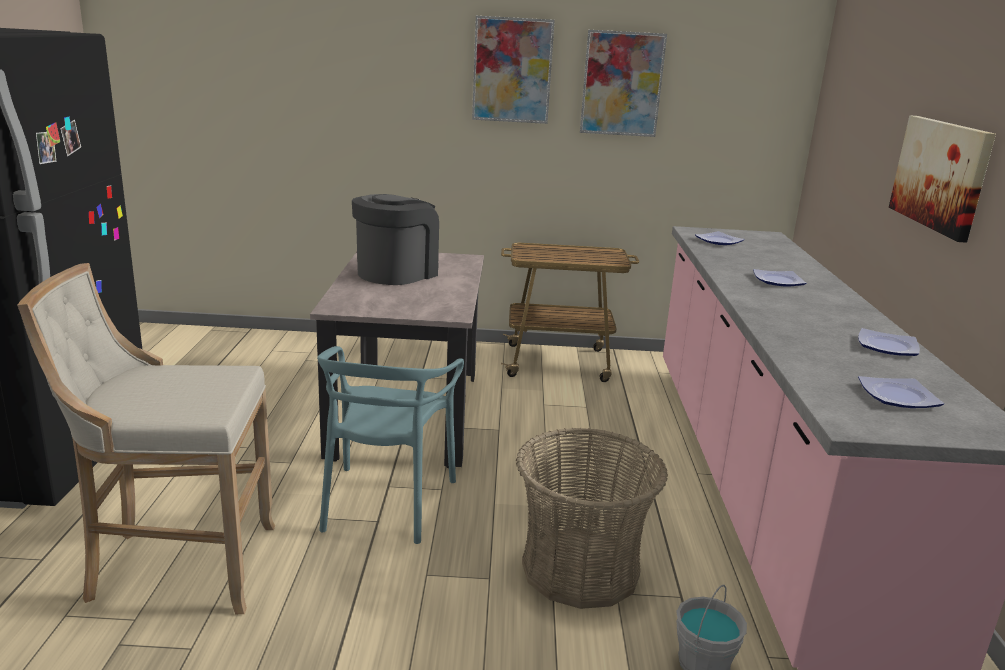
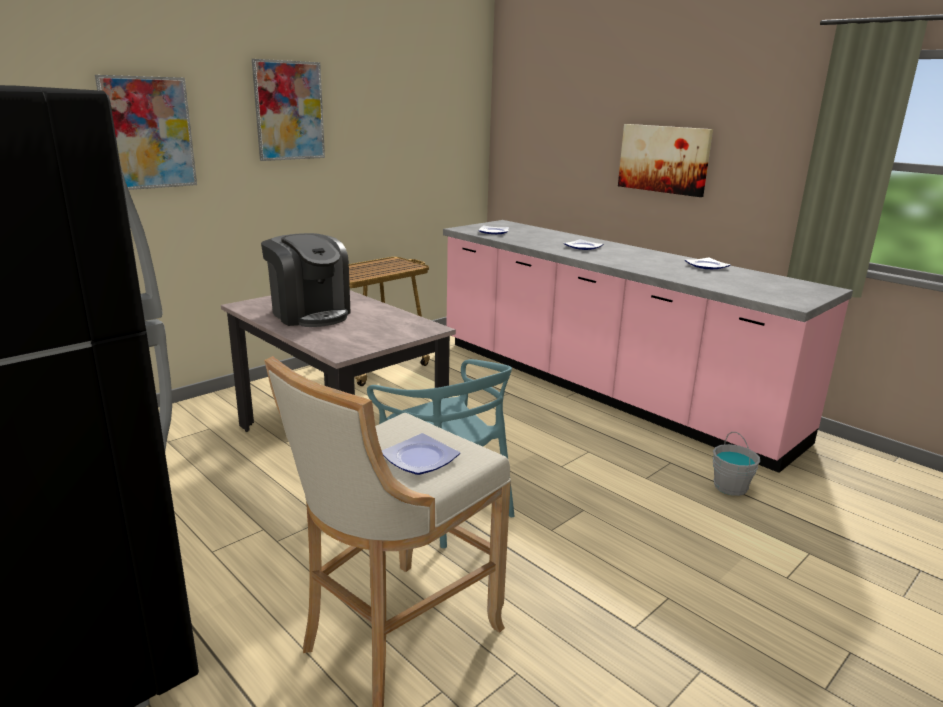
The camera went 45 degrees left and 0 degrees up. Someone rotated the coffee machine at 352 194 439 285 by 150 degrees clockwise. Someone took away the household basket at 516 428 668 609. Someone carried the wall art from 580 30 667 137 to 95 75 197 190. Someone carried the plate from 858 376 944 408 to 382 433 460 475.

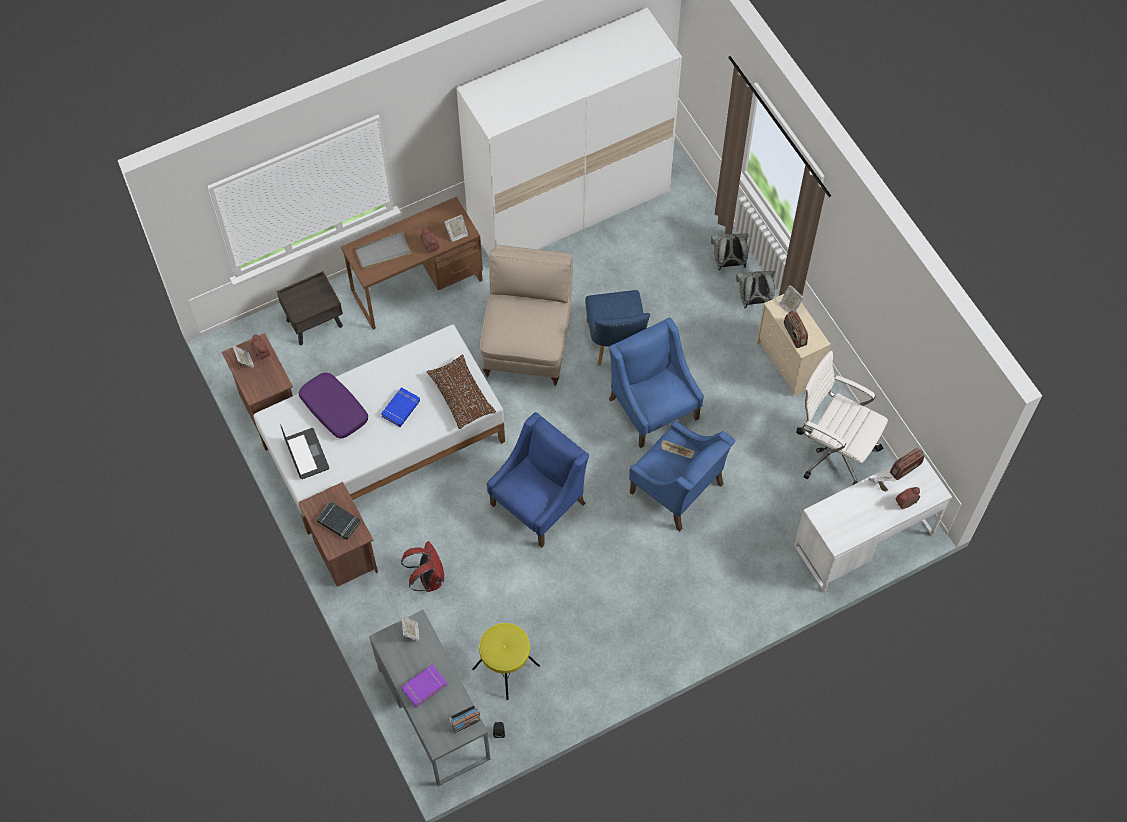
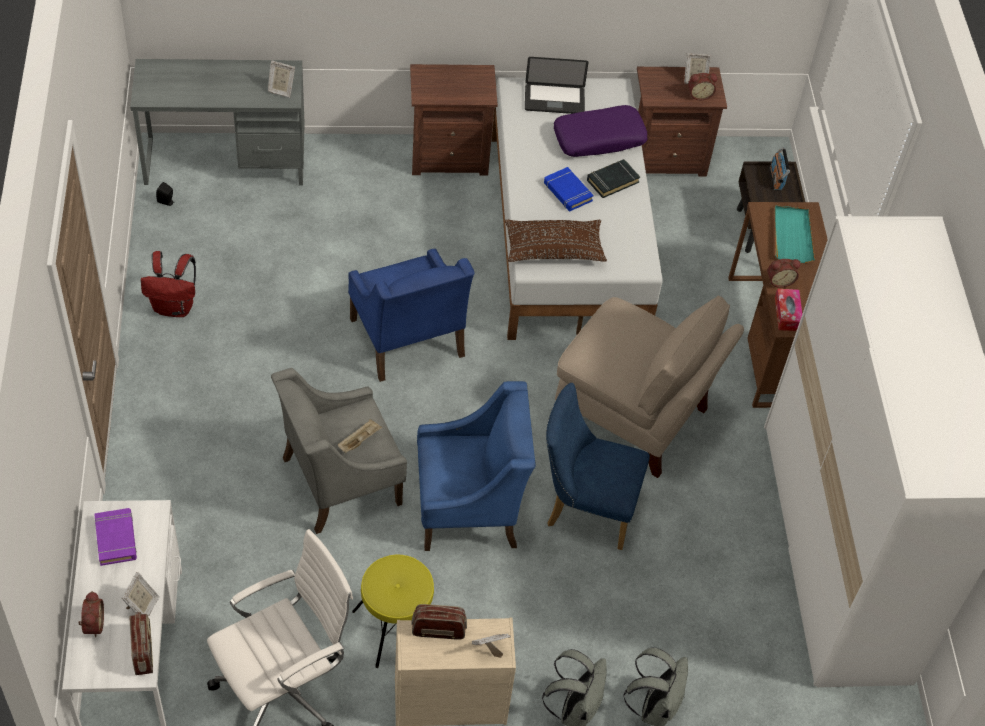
The camera went 110 degrees right and 10 degrees down. Someone carried the blackish volume from 317 501 361 540 to 587 159 640 198. Someone repainted the grey carrying tray at 355 230 412 269, which became the turquoise-coloured carrying tray at 774 206 815 263. Someone carried the reddish knapsack from 401 541 444 592 to 141 251 196 317. Someone carried the purple volume from 401 665 447 708 to 94 508 137 566. Someone swapped the photo frame at 444 214 468 242 for the box of tissues at 775 289 802 331. Someone carried the radio from 449 705 480 733 to 770 147 790 191. Someone carried the yellowish sitting stool from 472 623 540 700 to 352 555 434 668. Someone repainted the bluish easy chair at 629 421 735 532, which became the grey easy chair at 271 368 407 534.

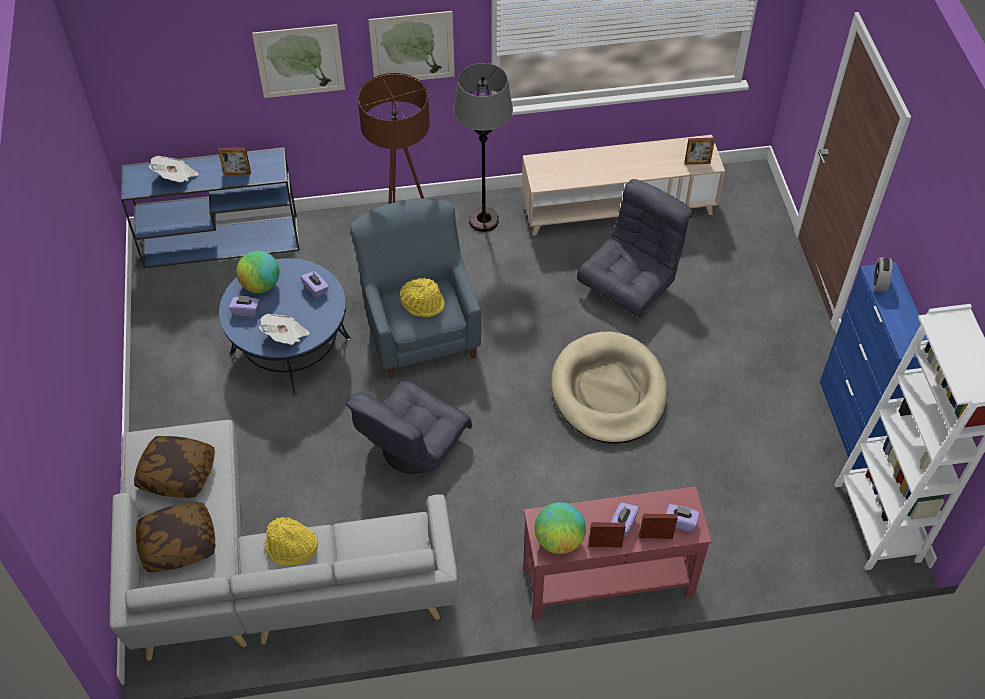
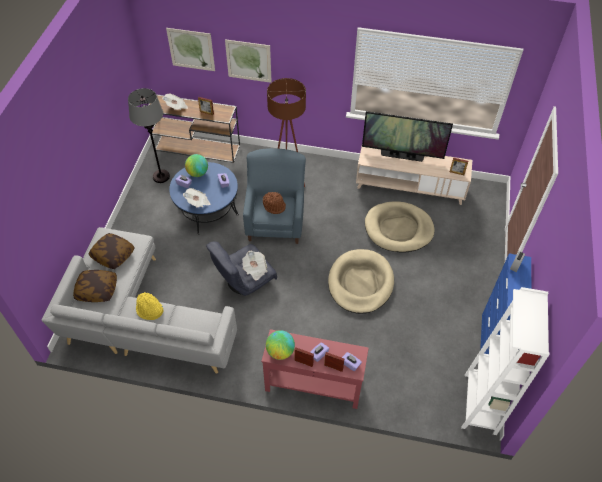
The camera went 20 degrees right and 0 degrees up. Someone repainted the bluish console table at 121 147 300 268, which became the brown-coloured console table at 148 94 240 163. Someone carried the wall art from 368 11 455 80 to 166 28 215 71. Someone repainted the yellowish wearable hat at 400 278 445 317, which became the brown-coloured wearable hat at 263 192 286 214. Someone carried the grey standard lamp from 453 63 513 232 to 128 88 170 183. Someone swapped the grey easy chair at 577 179 693 317 for the beige dog bed at 365 202 435 253. Someone put down the printed paper at 242 250 268 280. Someone put down the TV at 362 111 453 162.

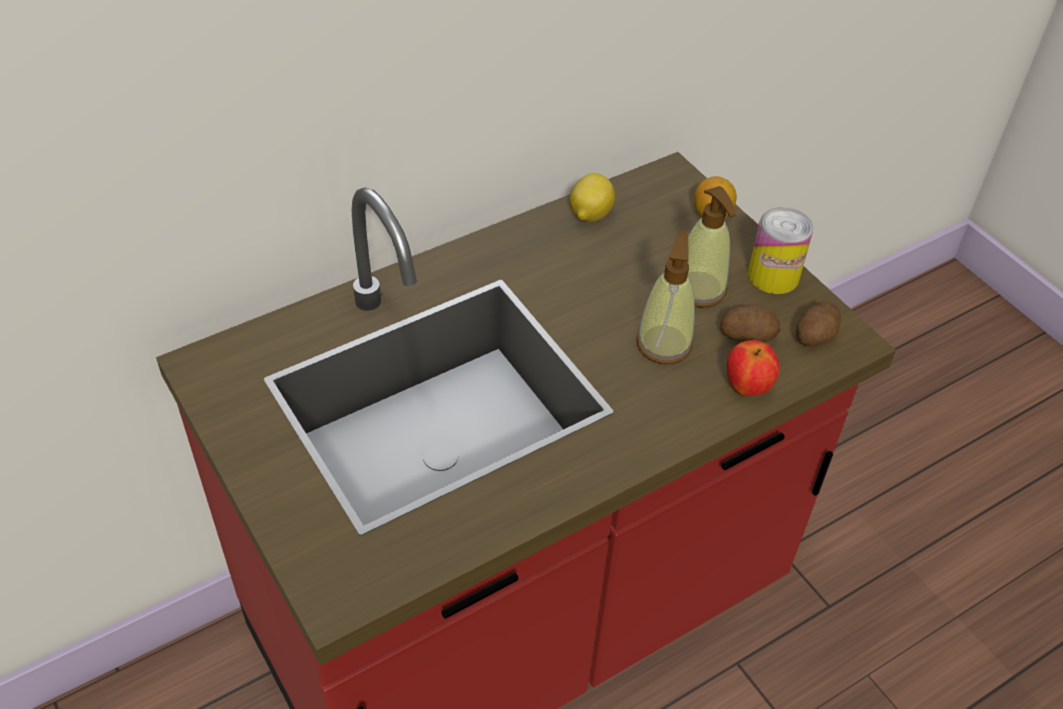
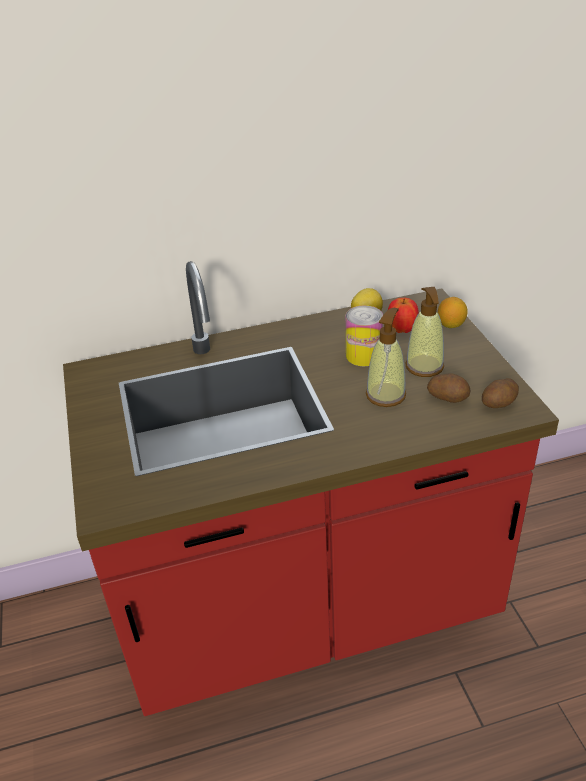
The camera went 20 degrees right and 10 degrees down. Someone carried the whole apple from 727 340 779 396 to 388 298 419 333. Someone carried the sealed can from 748 207 813 294 to 346 305 383 366.

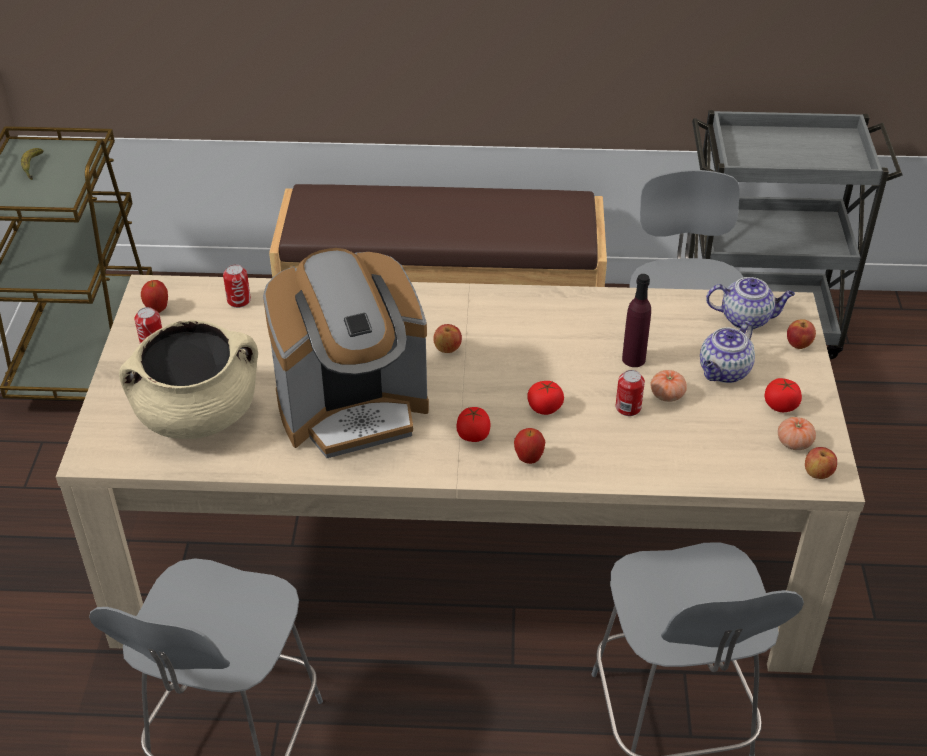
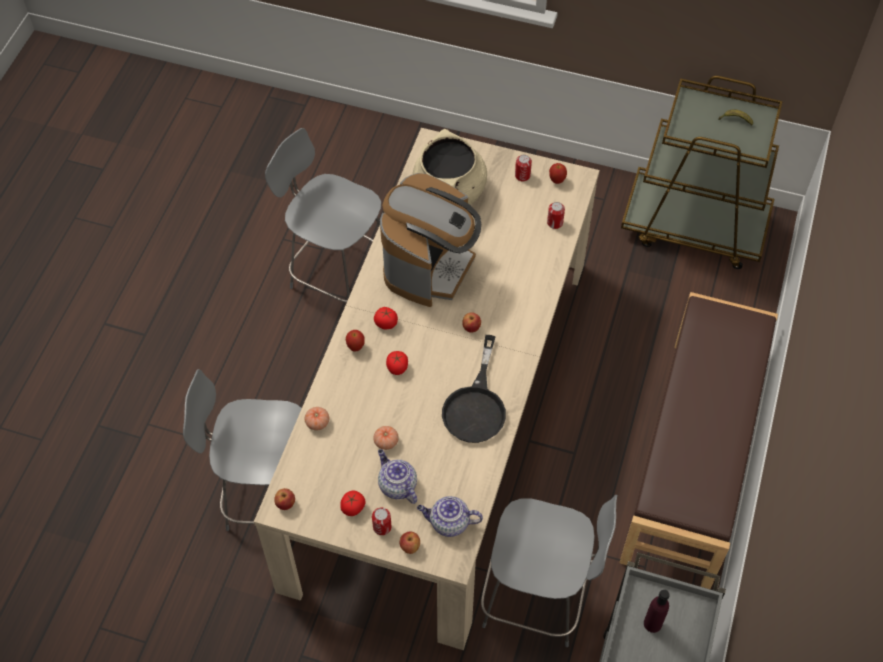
The camera went 105 degrees right and 15 degrees up. Someone rotated the coffee machine at 263 248 429 458 by 150 degrees counterclockwise. Someone carried the sealed can from 616 370 645 416 to 372 508 392 535. Someone carried the purple drink bottle from 622 274 651 367 to 644 590 670 633. Someone rotated the tea pot at 706 277 795 329 by 75 degrees clockwise. Someone carried the fresh tomato from 778 417 816 450 to 304 407 330 431. Someone put down the blackish frying pan at 442 335 506 443.

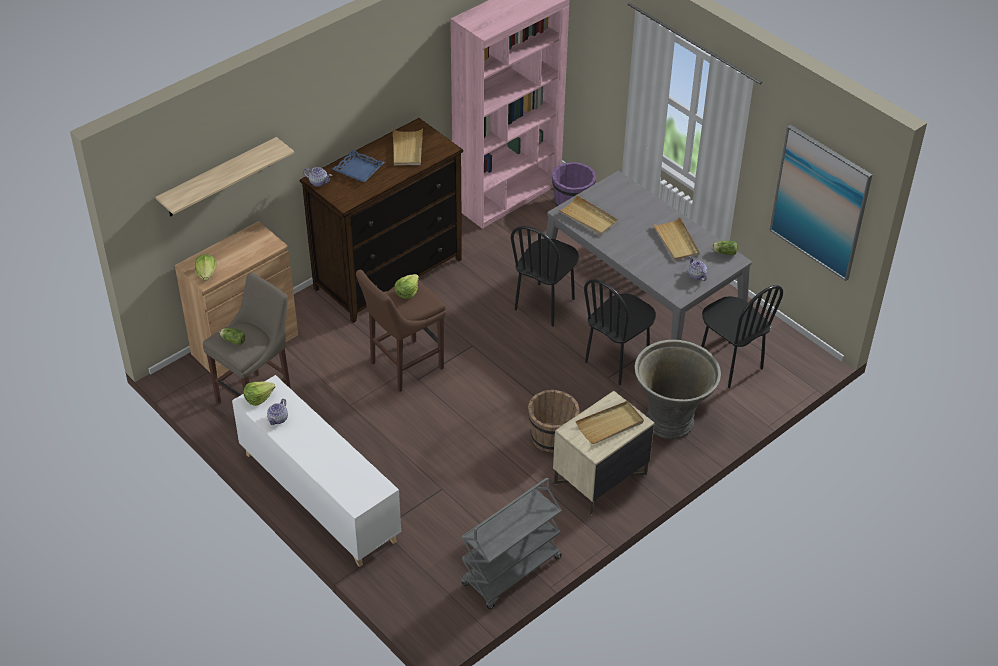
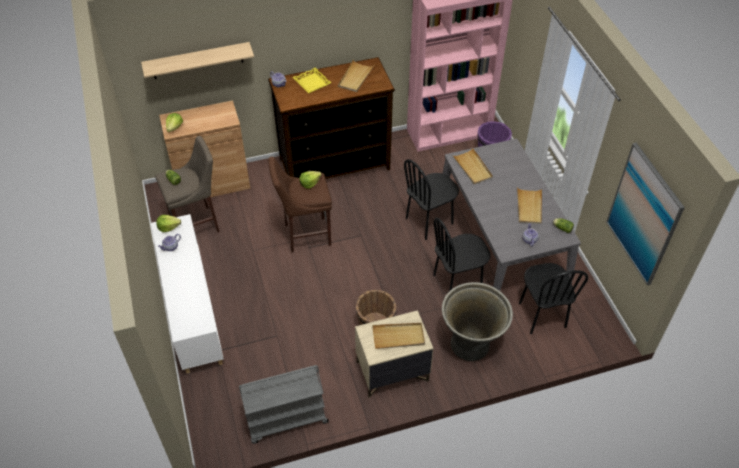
The camera went 25 degrees right and 5 degrees up. Someone repainted the bluish carrying tray at 333 150 385 182, which became the yellowish carrying tray at 293 67 331 93.

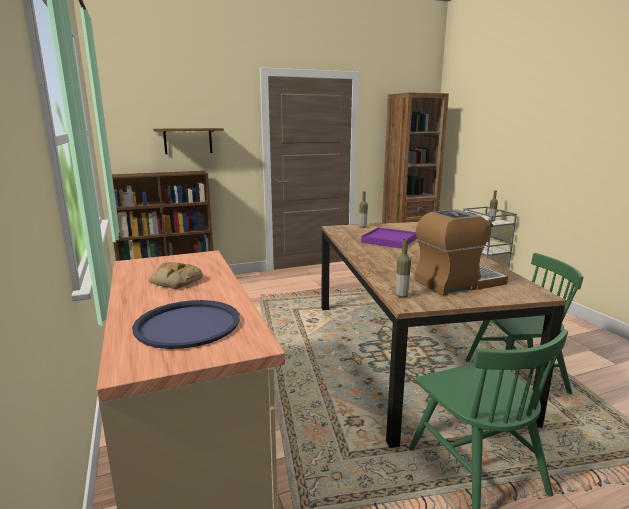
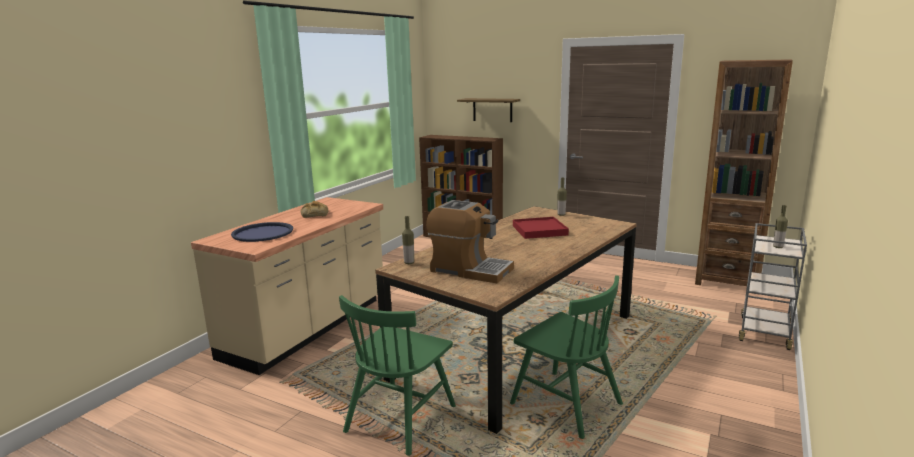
The camera went 50 degrees right and 0 degrees up. Someone repainted the purple carrying tray at 361 227 417 249, which became the reddish carrying tray at 513 217 569 239.

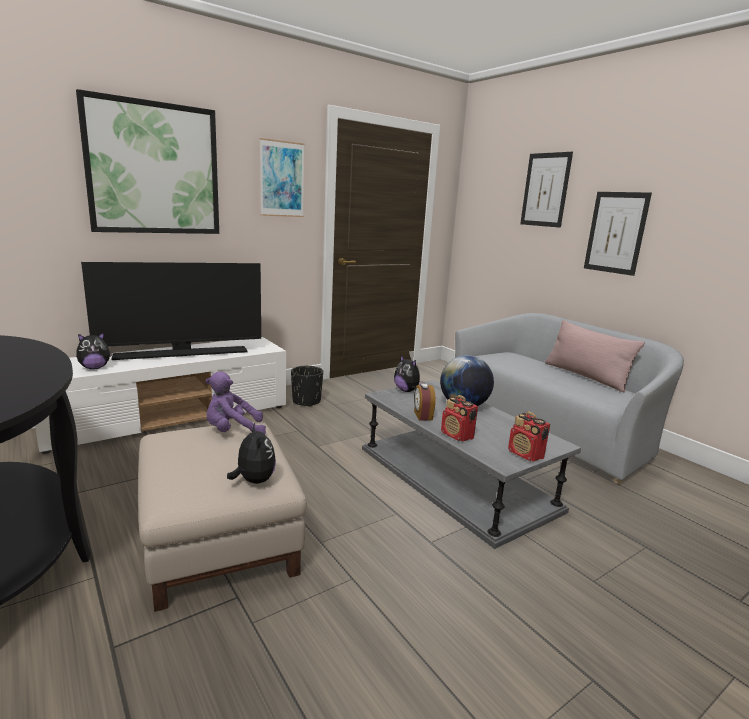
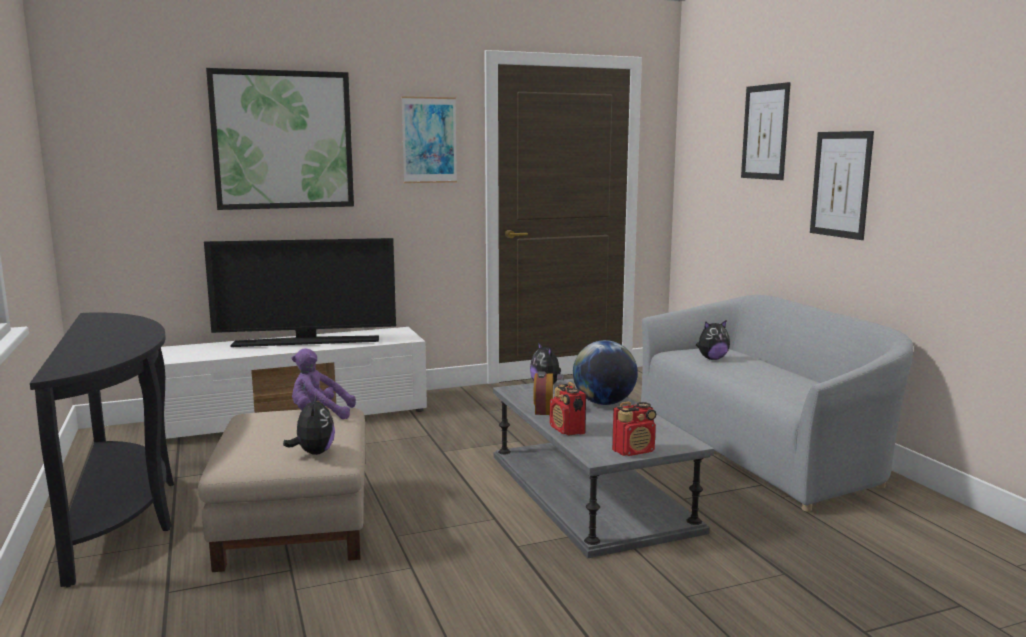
The camera went 15 degrees right and 5 degrees down. Someone carried the soft toy from 76 332 112 369 to 696 320 730 360. Someone took away the blackish planter at 291 366 323 407. Someone rotated the radio at 508 411 550 462 by 90 degrees counterclockwise. Someone took away the pink-coloured throw pillow at 545 320 645 392.

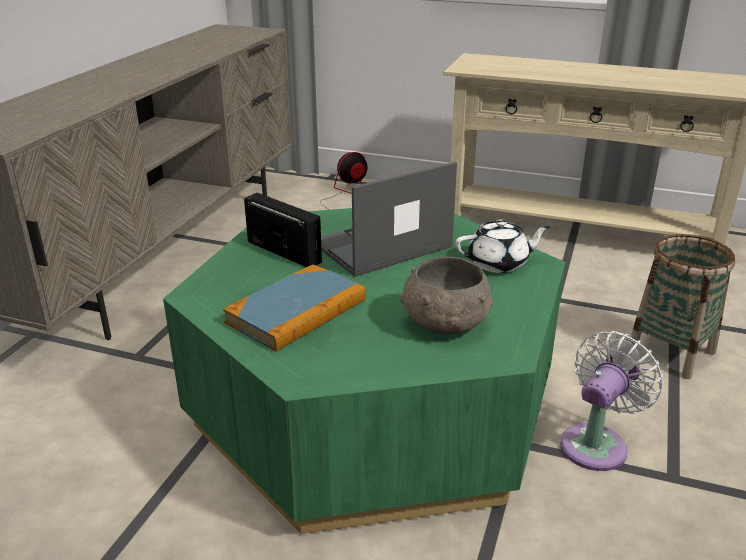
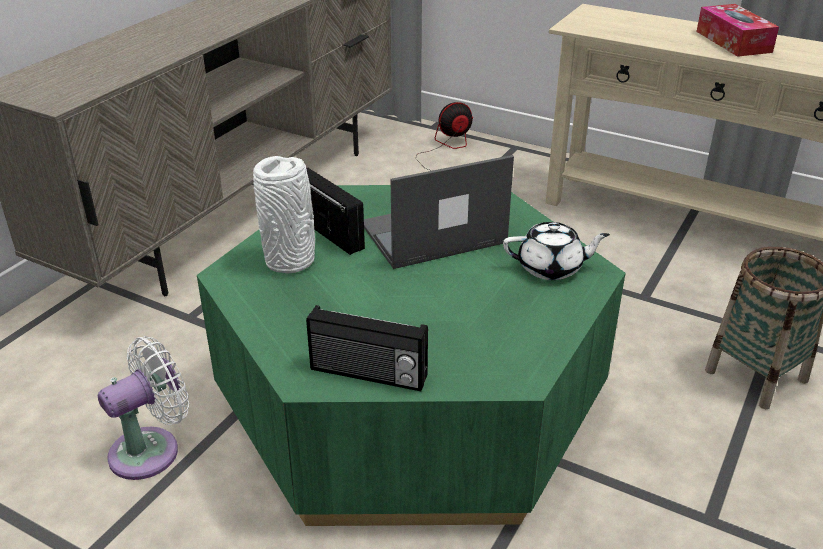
The camera went 10 degrees right and 5 degrees up. Someone took away the volume at 223 264 366 352. Someone took away the grey deep dish at 400 257 494 335. Someone carried the whitish electric fan from 560 331 663 471 to 98 336 189 480. Someone put down the whitish decorative vase at 253 156 315 274. Someone put down the radio at 306 305 428 391. Someone put down the box of tissues at 696 4 779 57.

